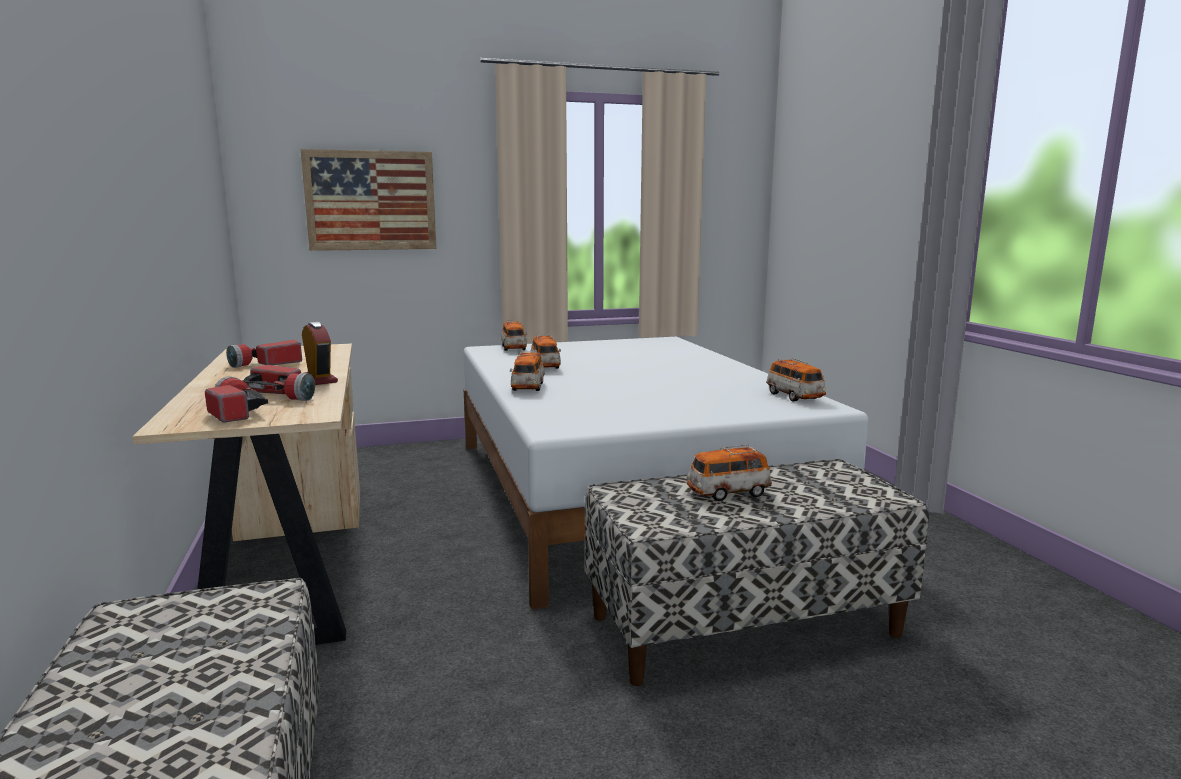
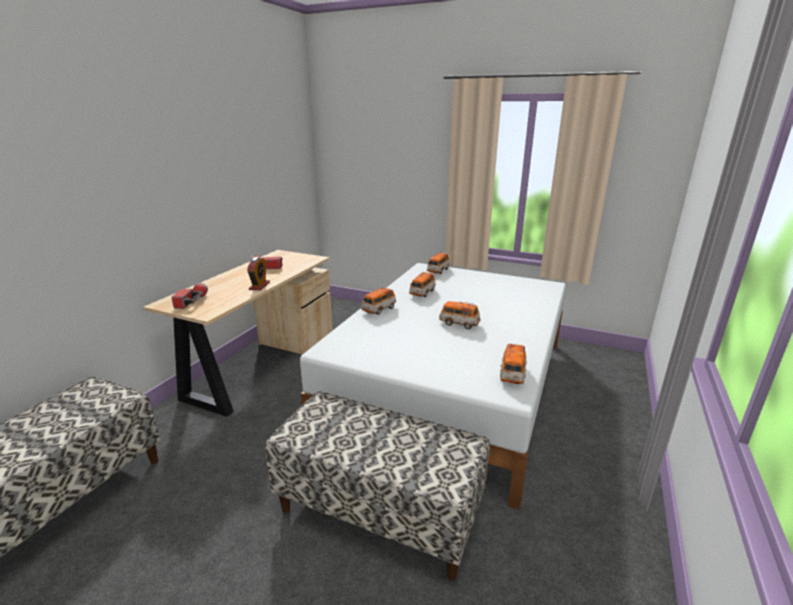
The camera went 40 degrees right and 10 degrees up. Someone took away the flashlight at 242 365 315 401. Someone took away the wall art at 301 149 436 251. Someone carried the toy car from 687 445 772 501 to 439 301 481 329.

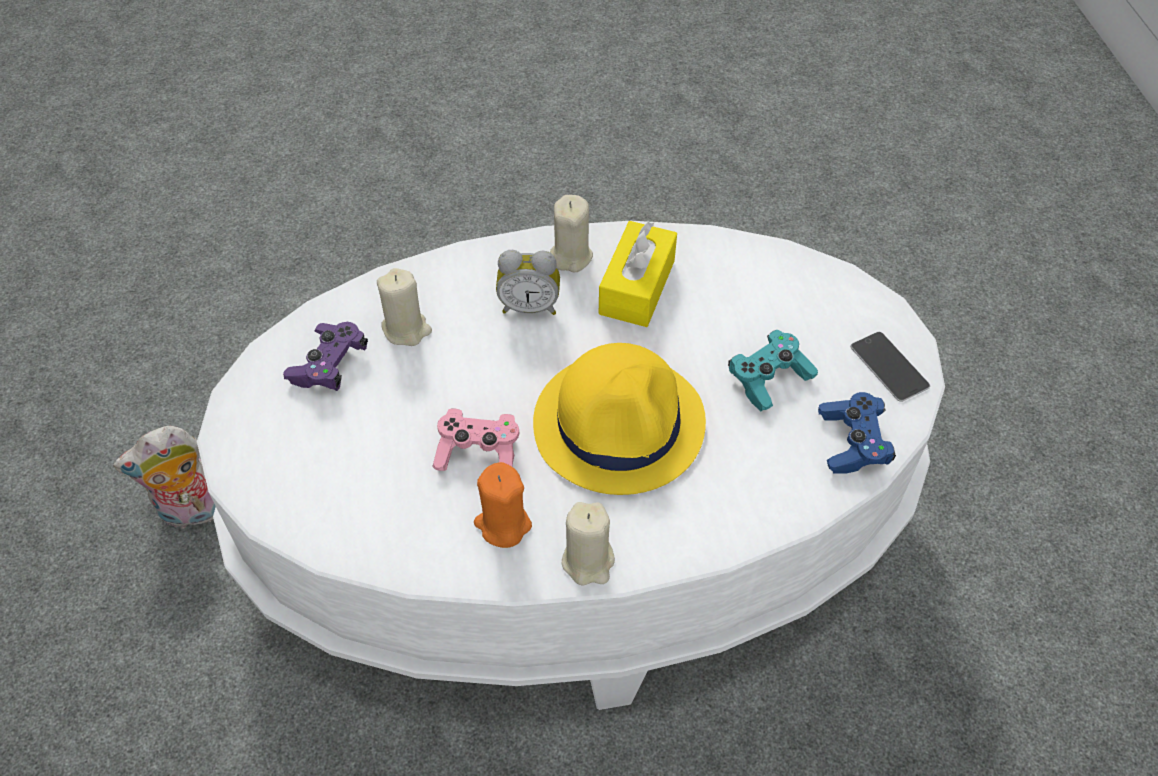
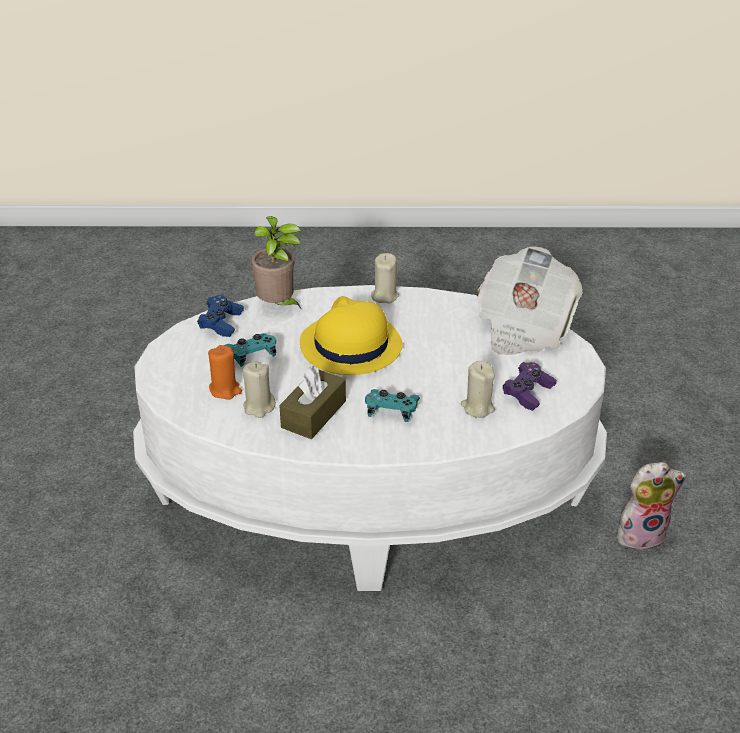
The camera went 170 degrees left and 15 degrees down. Someone took away the pink-coloured game controller at 432 408 519 471. Someone carried the orange-coloured candle from 474 462 532 548 to 208 345 242 400. Someone swapped the bedside clock at 496 250 560 315 for the turquoise-coloured game controller at 365 389 420 422. Someone carried the beige candle from 550 195 593 272 to 243 361 276 418. Someone repainted the yellowish box of tissues at 599 221 677 327, which became the brown-coloured box of tissues at 279 366 346 439. Someone took away the handset at 850 332 930 402. Someone put down the houseplant at 251 216 302 310. Someone put down the printed paper at 477 246 583 355.

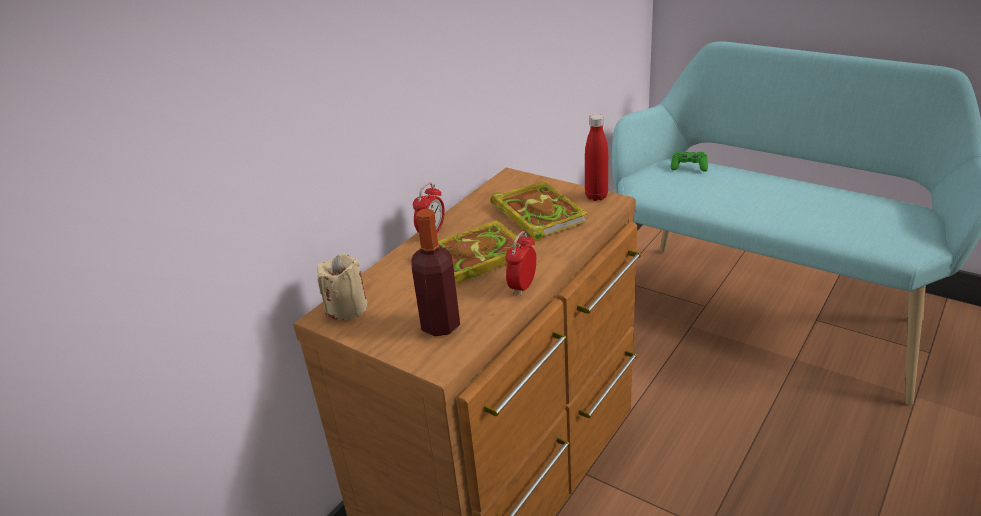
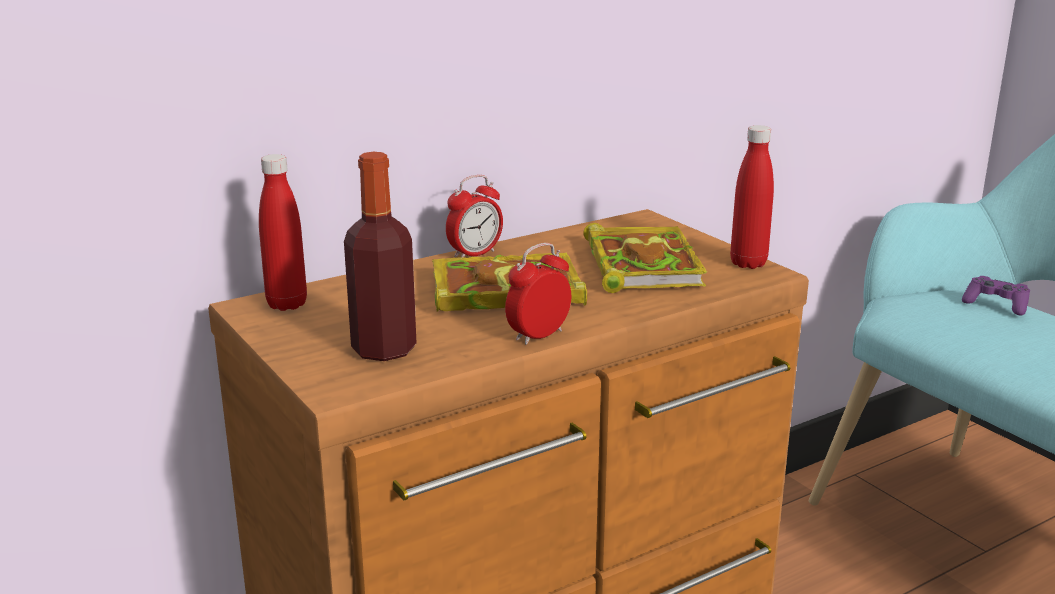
The camera went 20 degrees right and 10 degrees down. Someone swapped the beige candle at 317 254 368 320 for the reddish drink bottle at 259 154 307 311. Someone repainted the green game controller at 670 151 708 171, which became the purple game controller at 962 276 1030 316.

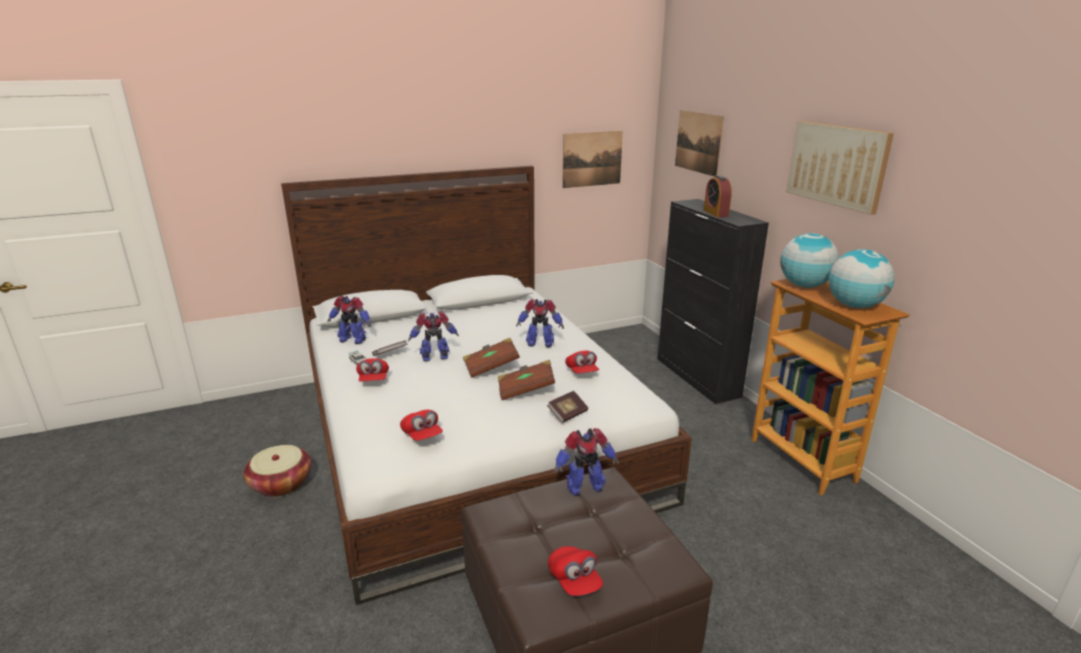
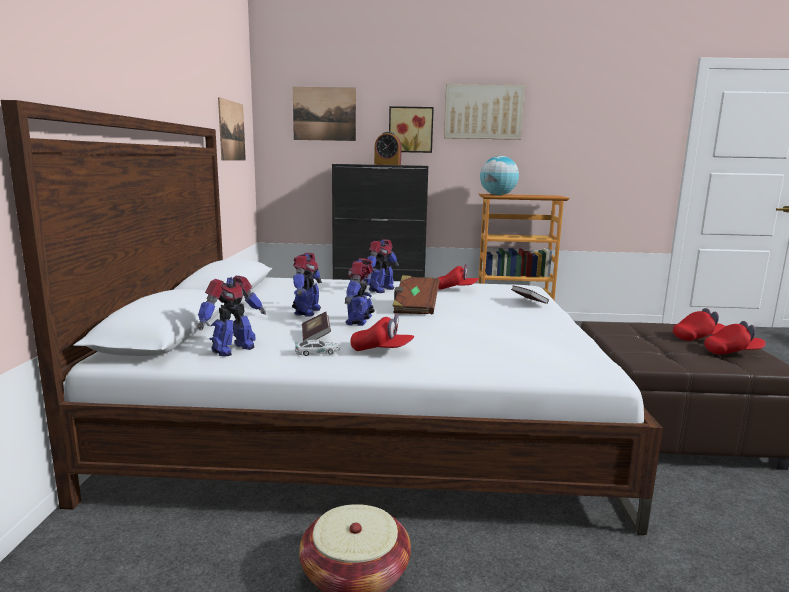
The camera went 65 degrees left and 10 degrees down. Someone carried the reddish baseball cap from 400 410 443 441 to 673 308 725 341. Someone took away the brown-coloured volume at 498 360 555 400. Someone carried the toy robot from 554 428 619 496 to 292 253 322 317. Someone took away the world globe at 828 249 895 308. Someone put up the wall art at 389 106 434 153.

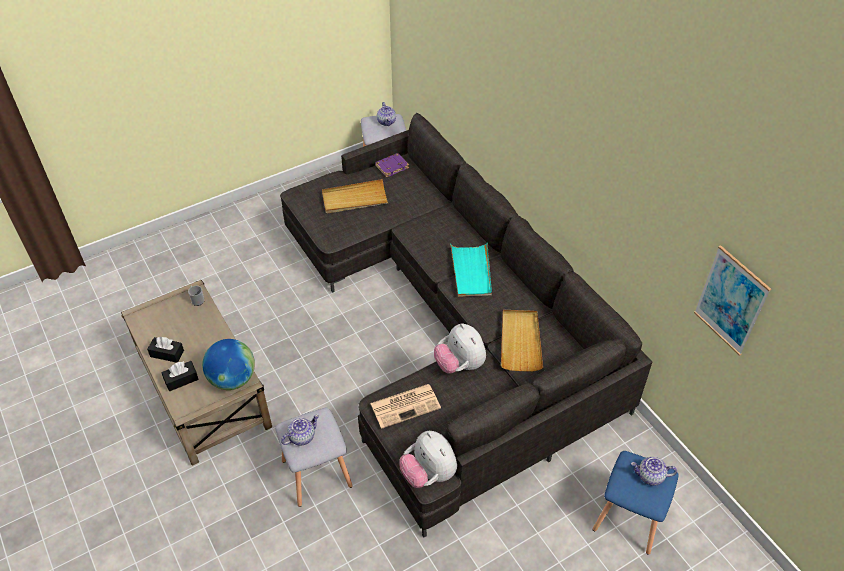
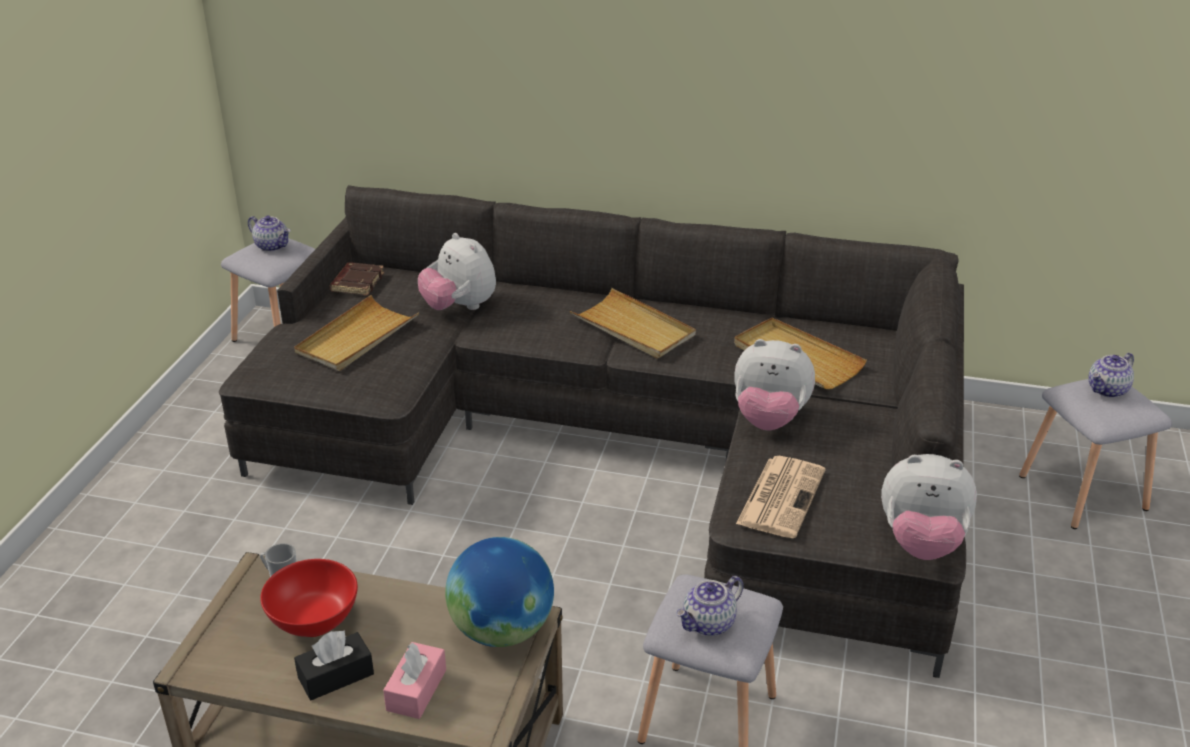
The camera went 45 degrees left and 15 degrees down. Someone repainted the blackish box of tissues at 161 361 199 391, which became the pink-coloured box of tissues at 383 642 446 719. Someone rotated the tea pot at 281 414 319 446 by 135 degrees counterclockwise. Someone repainted the purple volume at 375 153 409 177, which became the brown-coloured volume at 329 262 384 296. Someone repainted the turquoise-coloured carrying tray at 450 243 492 297, which became the beige carrying tray at 570 288 696 359. Someone repainted the bluish sitting stool at 593 451 679 555, which became the grey sitting stool at 1019 379 1172 529. Someone took away the wall art at 694 245 771 356. Someone put down the reddish deep dish at 260 559 358 637. Someone put down the soft toy at 418 233 496 310.

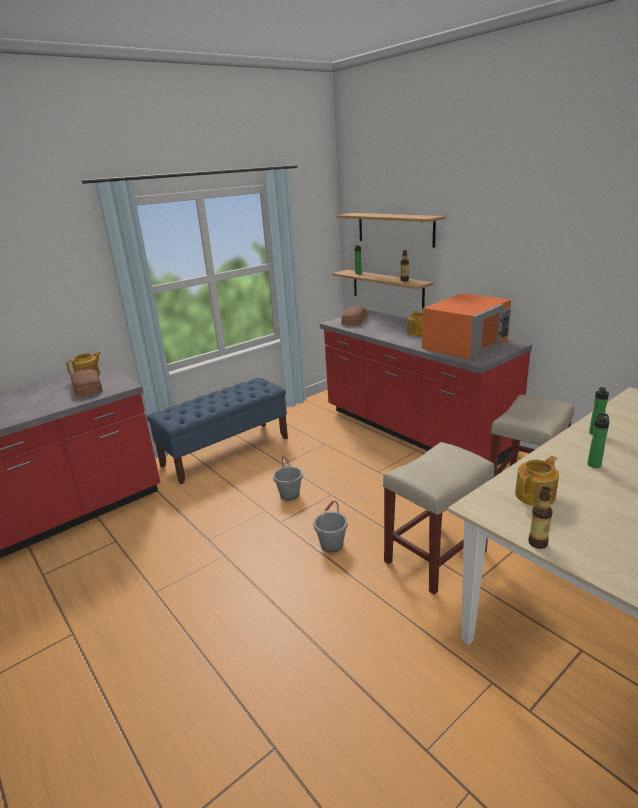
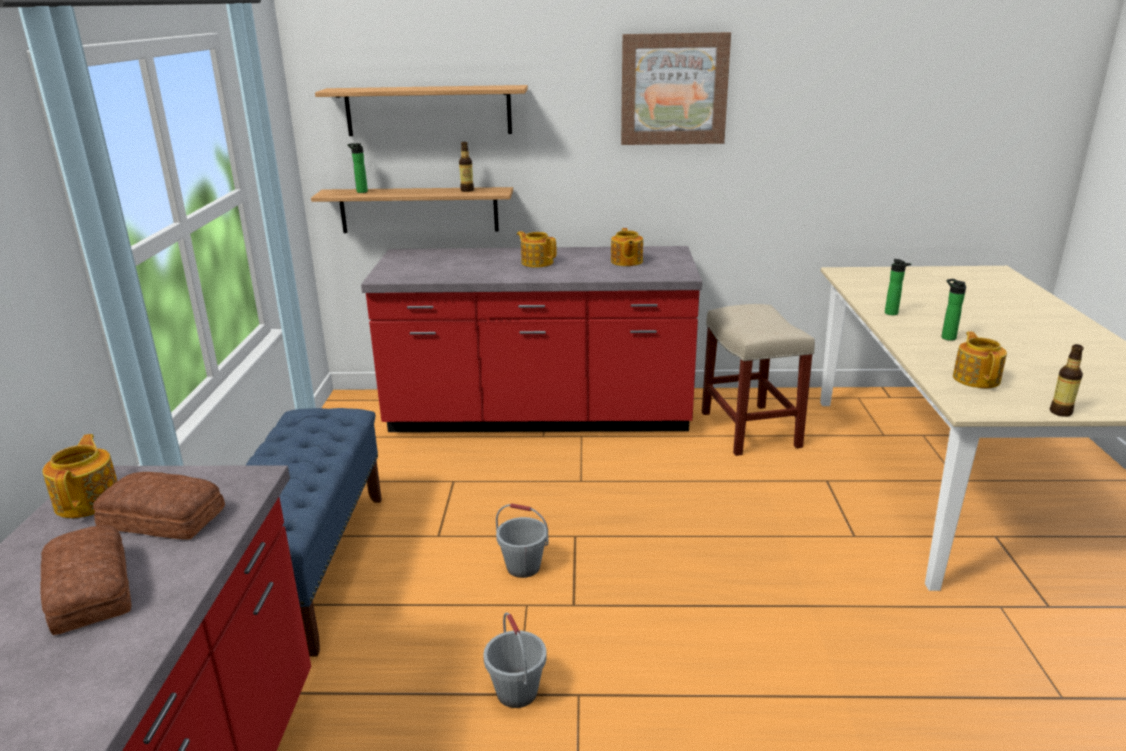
The camera went 50 degrees left and 0 degrees up. Someone carried the grey water bucket from 313 501 348 552 to 483 613 547 708. Someone carried the baked bread from 341 307 367 326 to 40 525 131 635. Someone took away the beige sitting stool at 383 442 495 595. Someone swapped the orange-coloured microwave at 422 293 511 360 for the tea pot at 611 228 643 266. Someone put up the wall art at 621 32 731 145.

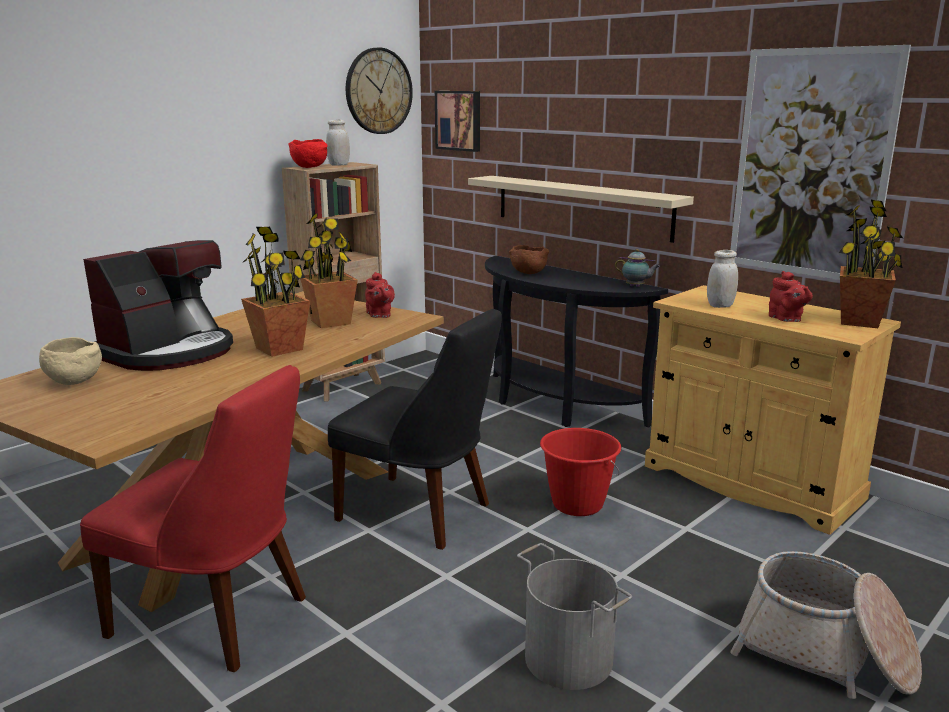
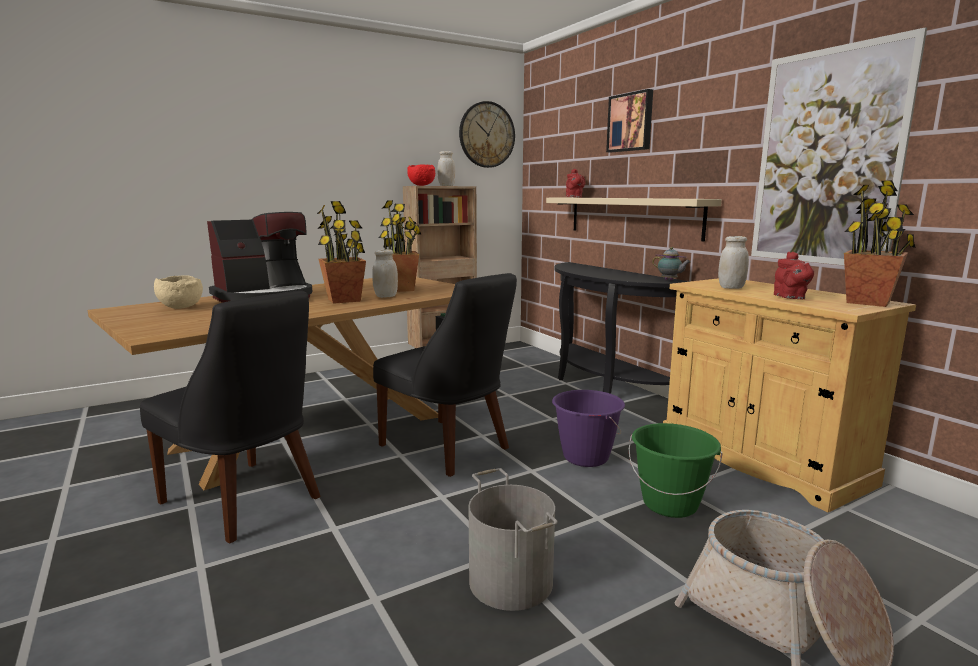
The camera went 15 degrees right and 5 degrees down. Someone repainted the reddish chair at 80 365 306 672, which became the blackish chair at 140 290 321 543. Someone carried the reddish tea pot from 365 272 395 318 to 566 169 585 197. Someone carried the wall art from 435 91 480 152 to 606 89 653 152. Someone took away the brown-coloured deep dish at 509 245 549 274. Someone repainted the reddish water bucket at 540 428 621 516, which became the purple water bucket at 552 390 625 467. Someone put down the whitish storage jar at 372 249 398 298. Someone put down the green water bucket at 629 423 723 518.

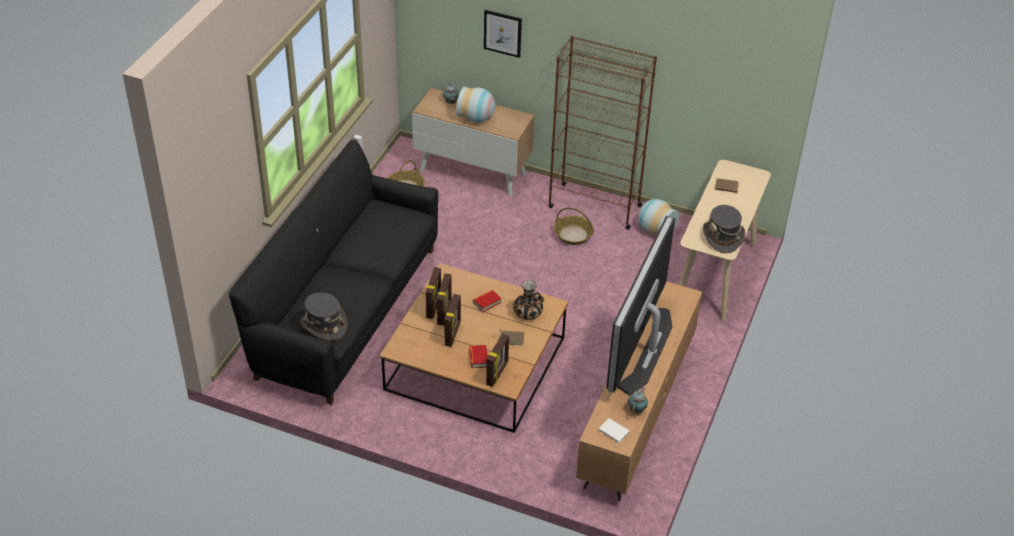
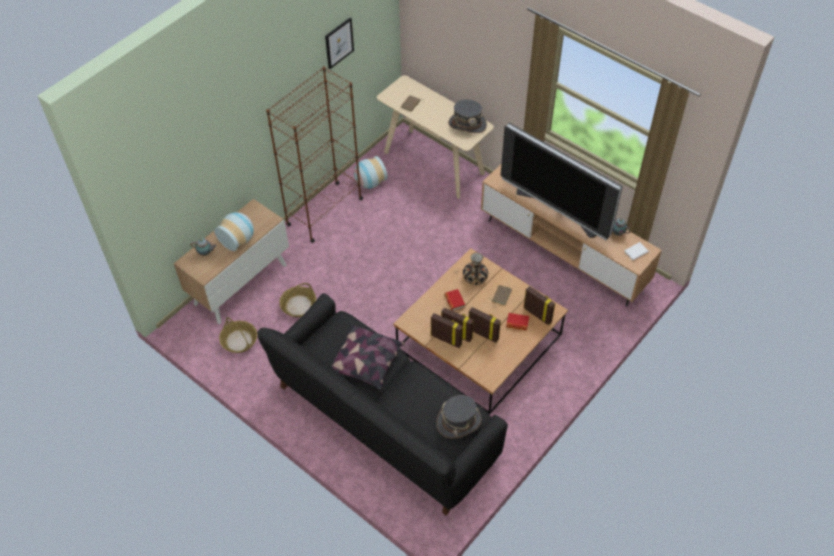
The camera went 70 degrees left and 10 degrees up. Someone carried the wall art from 484 10 522 58 to 325 18 354 69. Someone carried the household basket from 554 207 594 245 to 279 283 317 317. Someone put down the throw pillow at 330 325 405 390.

